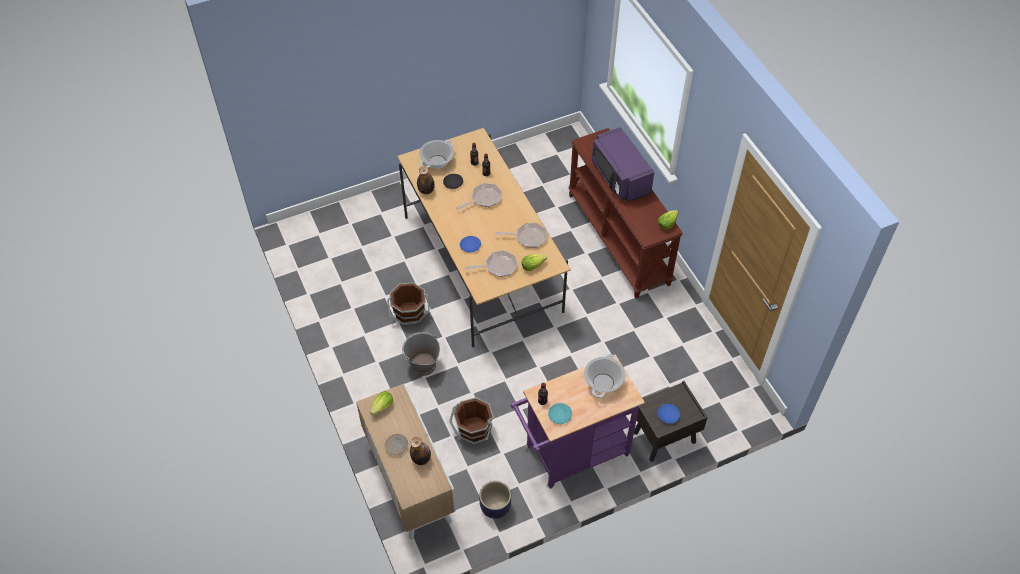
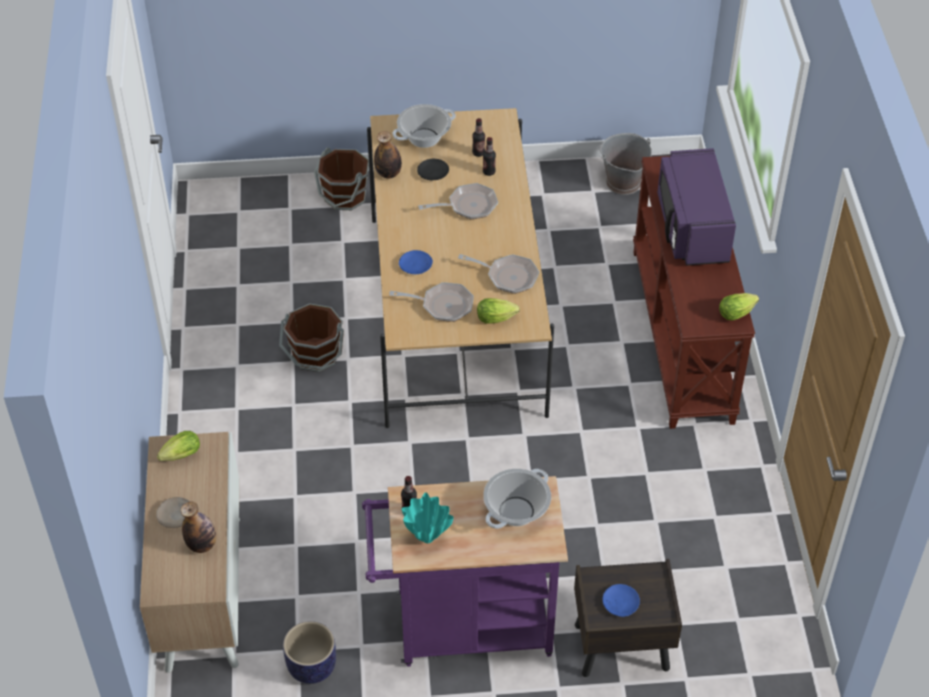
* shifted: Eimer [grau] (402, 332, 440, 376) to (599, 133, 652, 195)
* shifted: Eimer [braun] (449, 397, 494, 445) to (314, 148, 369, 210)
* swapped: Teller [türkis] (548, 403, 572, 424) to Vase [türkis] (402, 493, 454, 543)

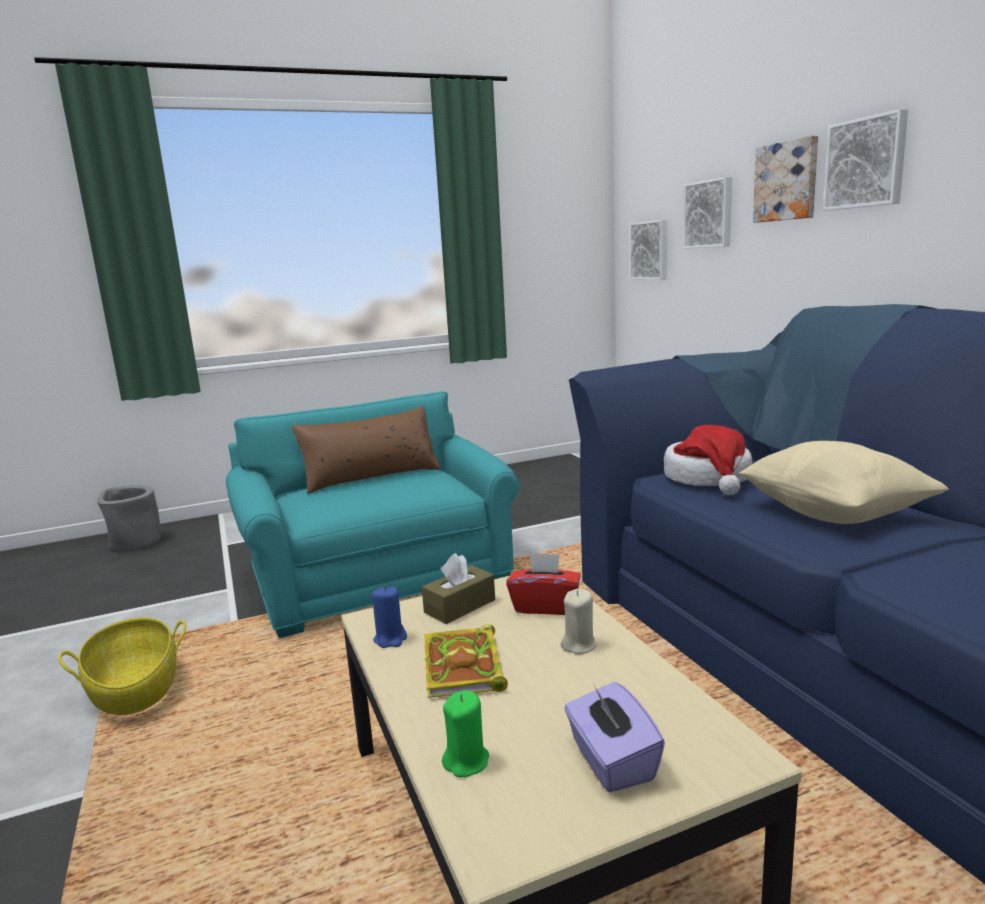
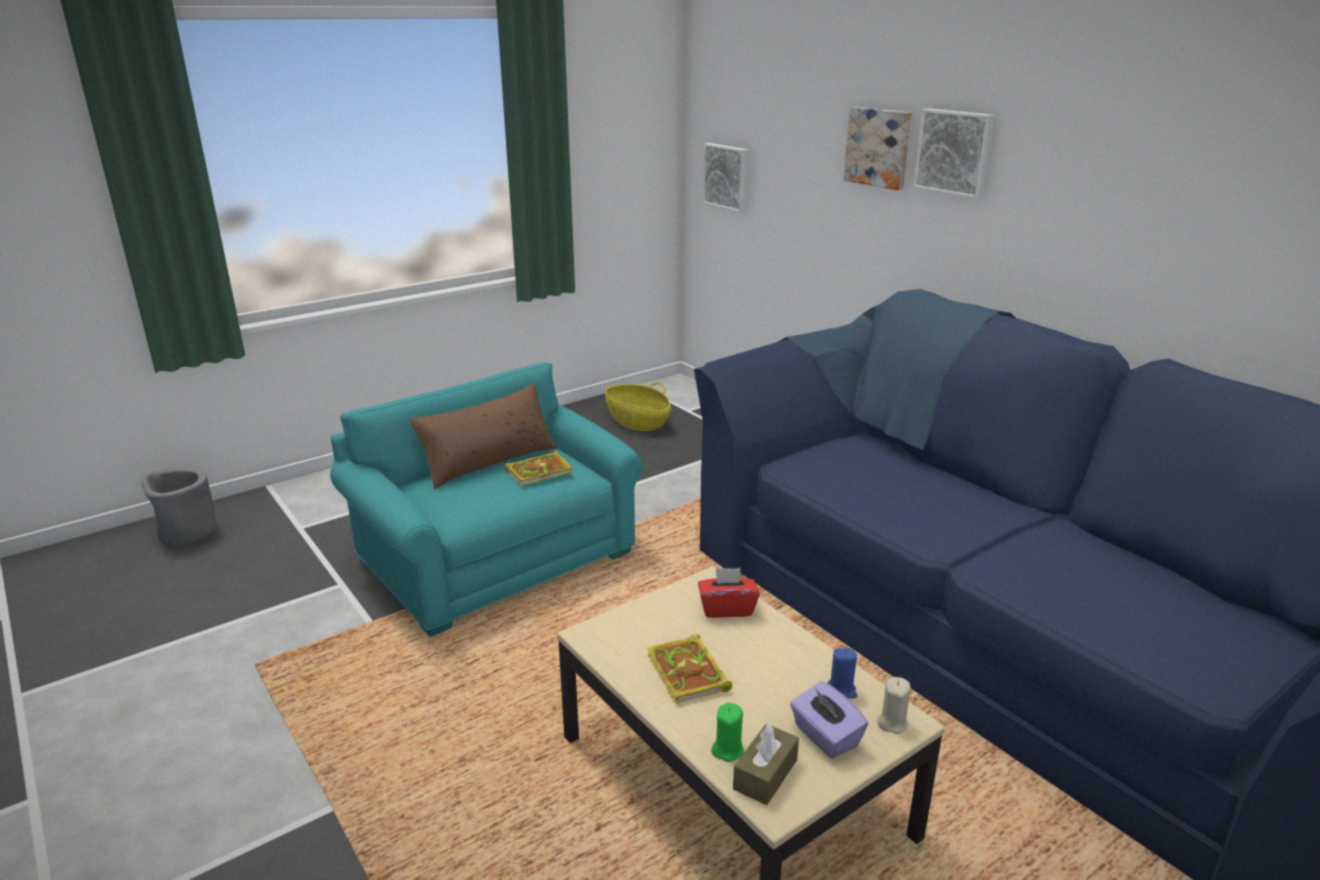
* gone: Hut (664, 425, 752, 495)
* gone: Bild (683, 177, 732, 249)
* gone: Kissen [beige] (739, 441, 949, 524)
* new: Buch (504, 450, 573, 486)
* shifted: Korb (59, 618, 186, 715) to (605, 382, 671, 431)
* shifted: Kerze [blau] (372, 586, 407, 648) to (827, 647, 857, 699)
* shifted: Taschentuchbox [braun] (422, 553, 495, 624) to (733, 723, 799, 805)
* shifted: Kerze [beige] (561, 589, 597, 654) to (877, 677, 911, 734)

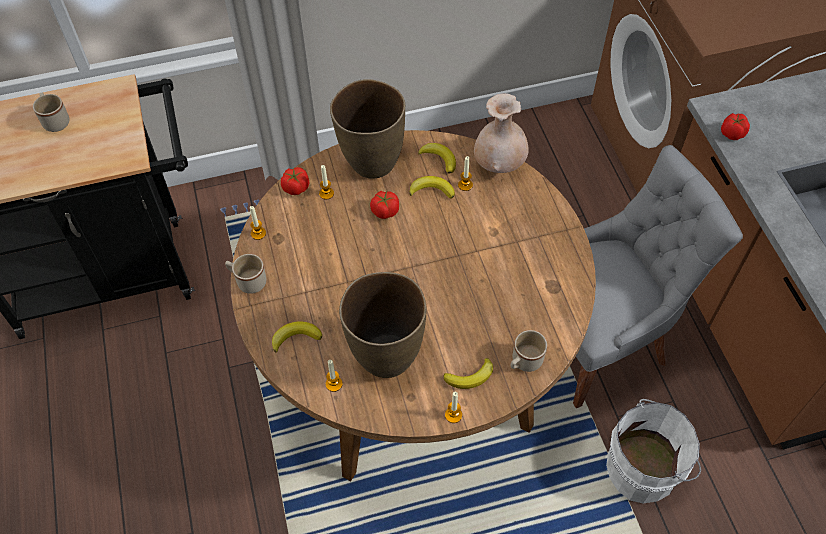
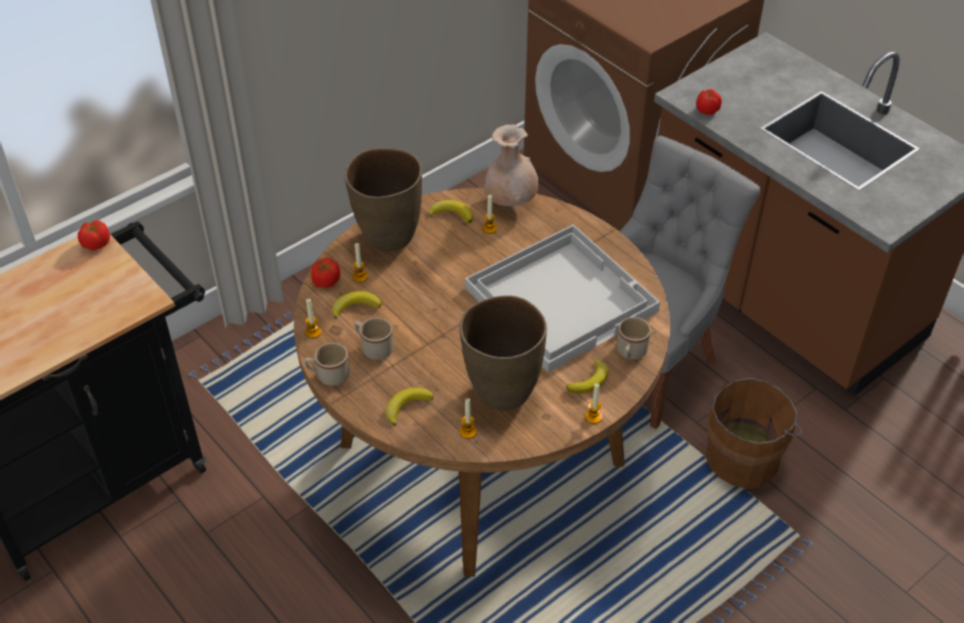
* new: Tablett [weiß] (465, 224, 660, 372)
* shifted: Henkelbecher [beige] (33, 93, 70, 132) to (355, 318, 393, 360)
* shifted: Tomate (370, 191, 399, 219) to (78, 220, 110, 250)
* shifted: Banane (409, 176, 455, 199) to (332, 291, 381, 319)
* repainted: Eimer [weiß] (606, 399, 701, 503) to Eimer [braun] (705, 378, 802, 489)

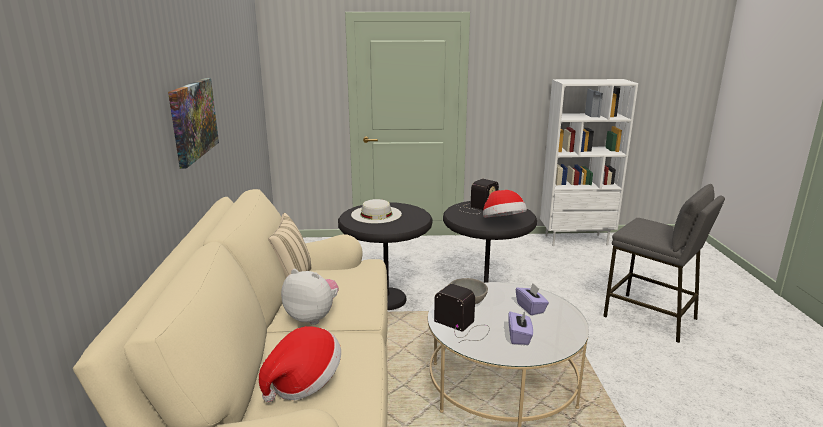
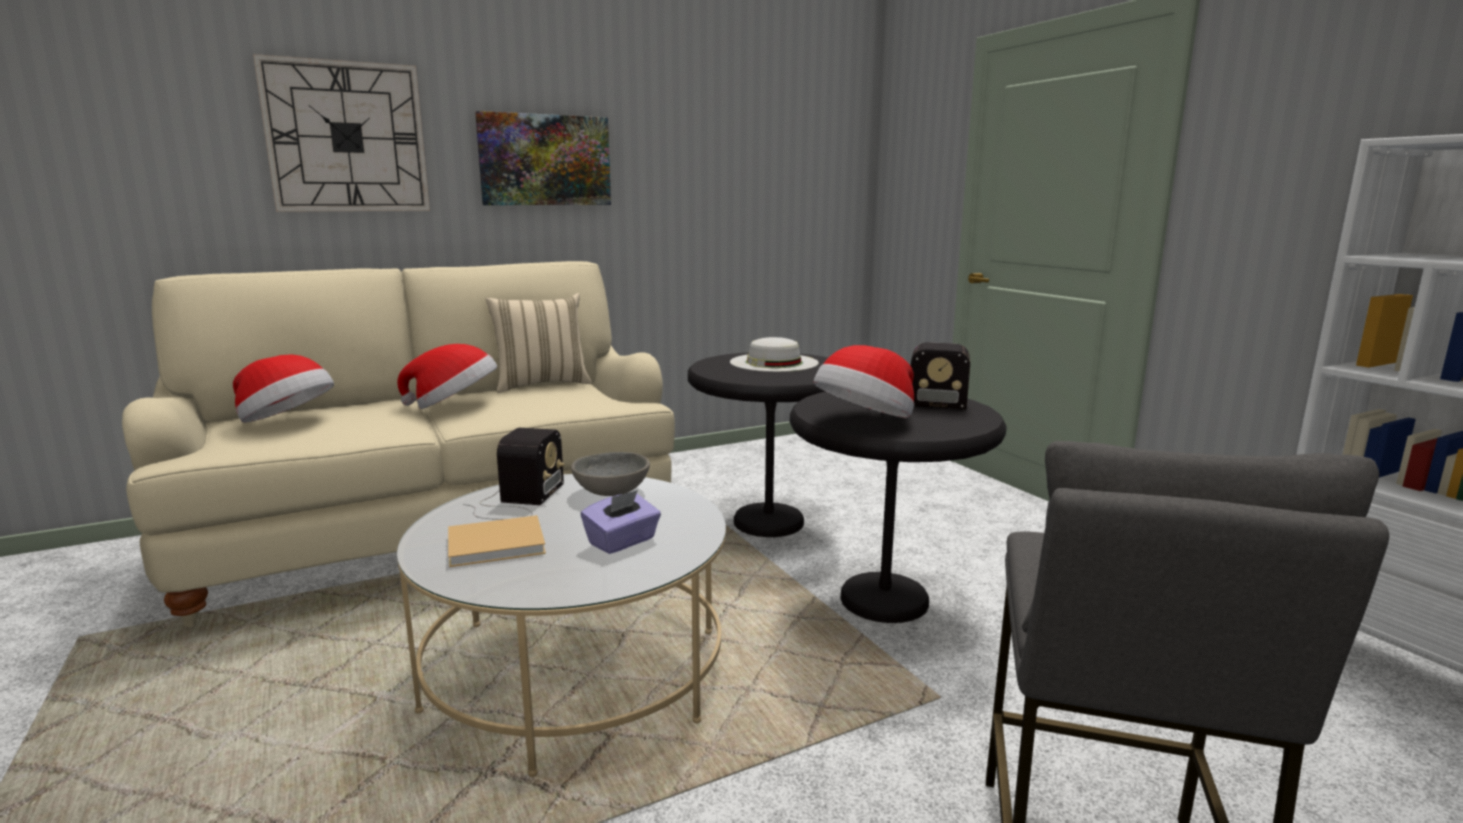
* new: Wanduhr (253, 54, 430, 212)
* swapped: Plüschtier (281, 269, 339, 325) to Hut (397, 344, 497, 409)
* swapped: Taschentuchbox [lila] (508, 311, 533, 345) to Buch [beige] (448, 515, 546, 567)

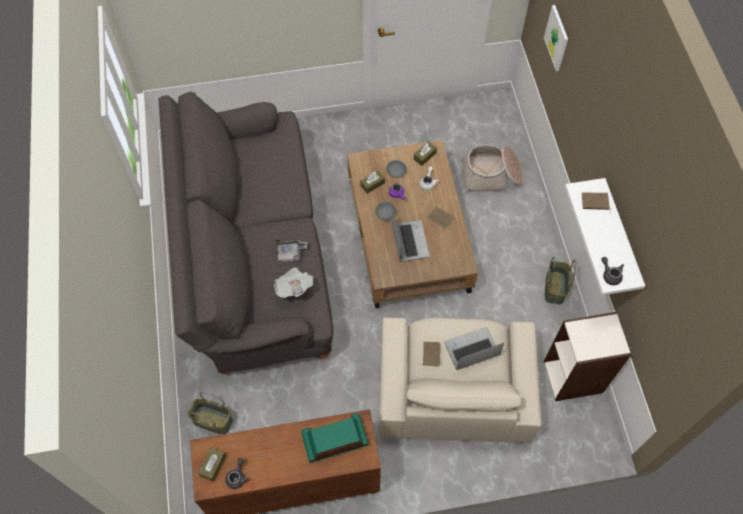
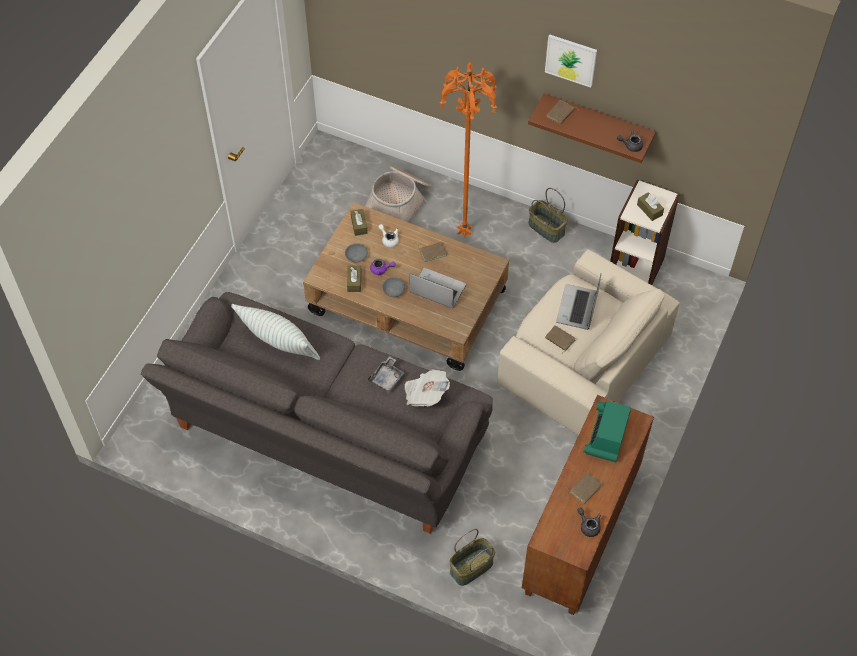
* new: Kissen (231, 304, 320, 360)
* new: Stehlampe [orange] (440, 63, 497, 237)
* new: Buch [braun] (566, 472, 602, 504)
* shifted: Taschentuchbox [braun] (198, 447, 226, 482) to (637, 192, 664, 221)
* shifted: Bild (544, 5, 568, 71) to (545, 34, 597, 88)
* repainted: Wandregal [weiß] (565, 178, 645, 295) to Wandregal [braun] (528, 94, 656, 163)

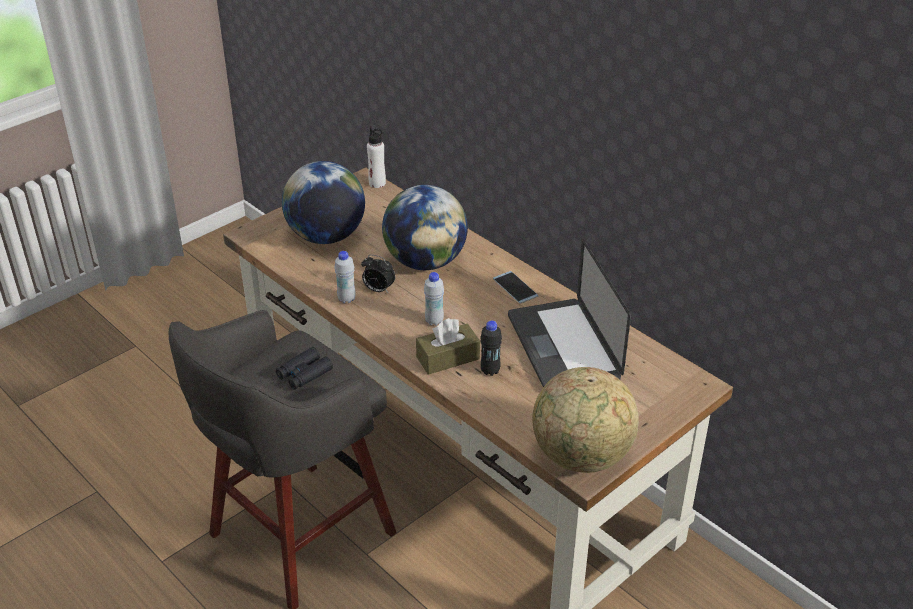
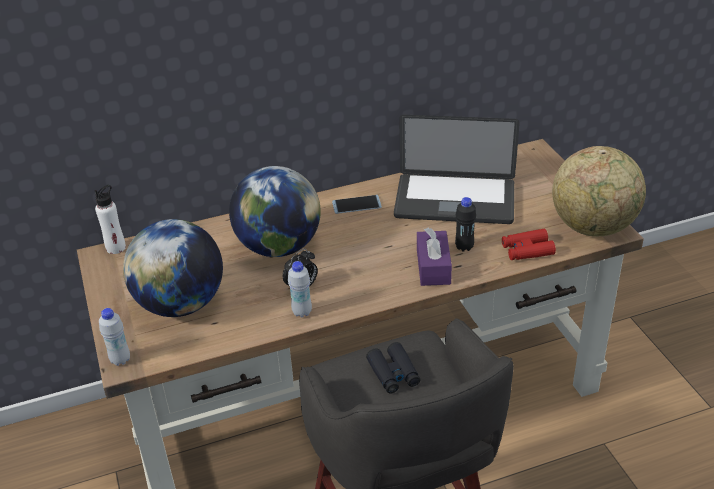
* new: Fernglas [rot] (502, 229, 556, 260)
* shifted: Flasche [weiß] (424, 272, 444, 326) to (99, 308, 130, 366)
* repainted: Taschentuchbox [braun] (416, 318, 480, 375) to Taschentuchbox [lila] (417, 227, 452, 286)

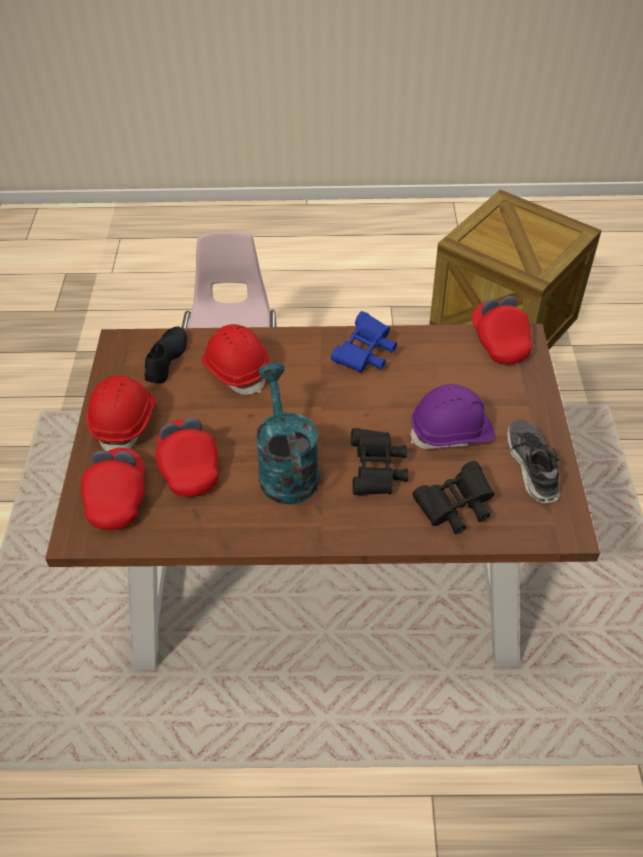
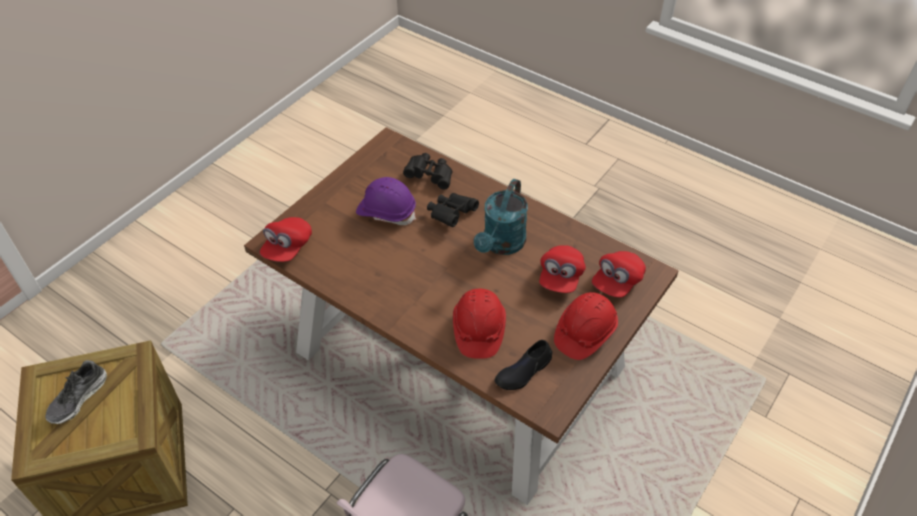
* gone: Fernglas [blau] (331, 311, 397, 373)
* shifted: Schuh (507, 419, 559, 503) to (45, 360, 107, 424)

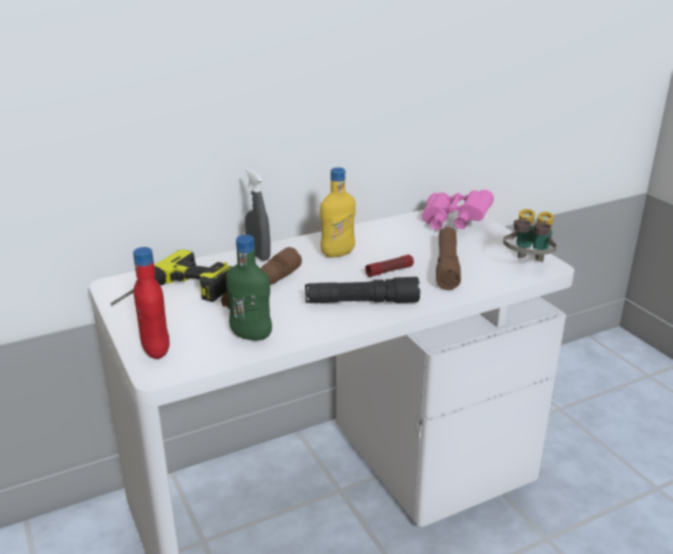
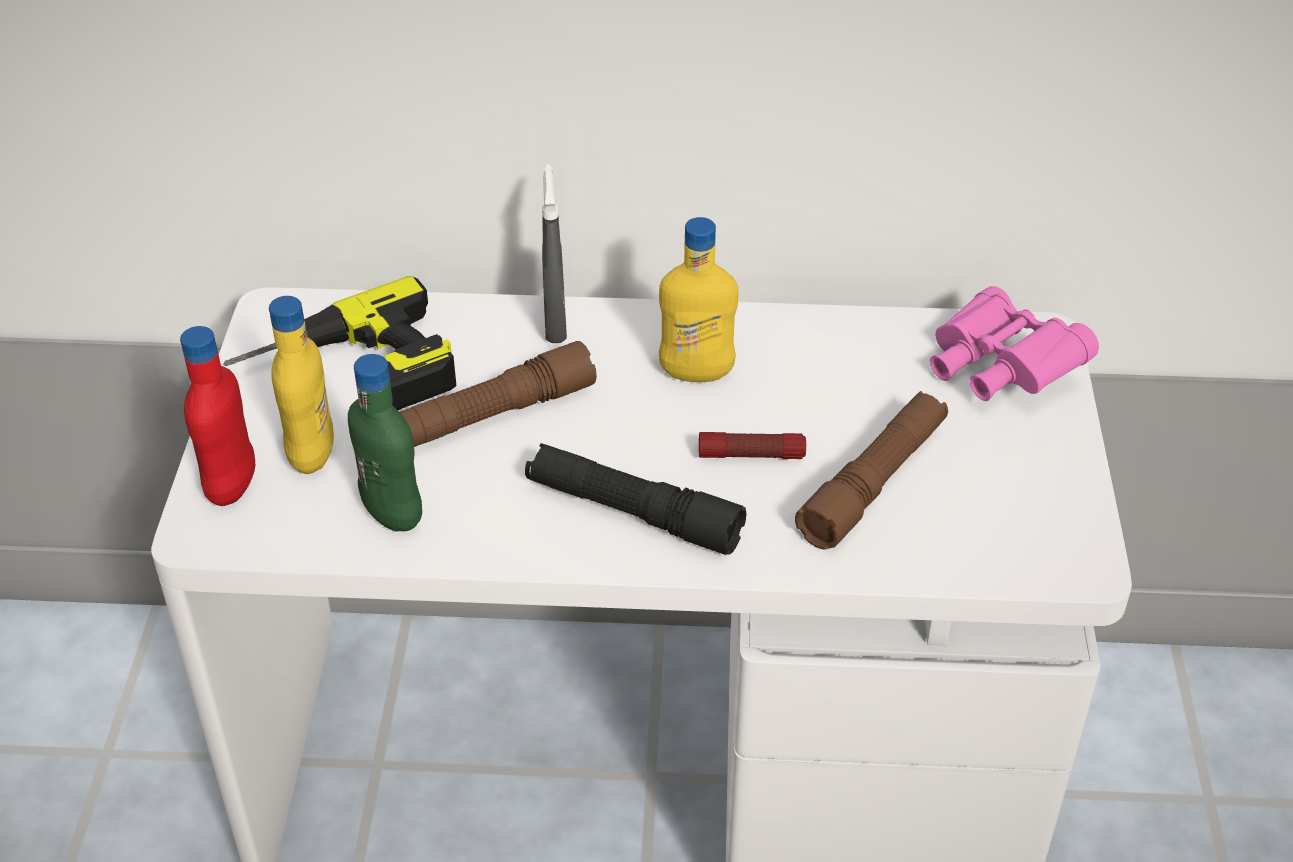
* gone: Fernglas (503, 209, 557, 262)
* new: Flasche [gelb] (269, 296, 334, 474)

